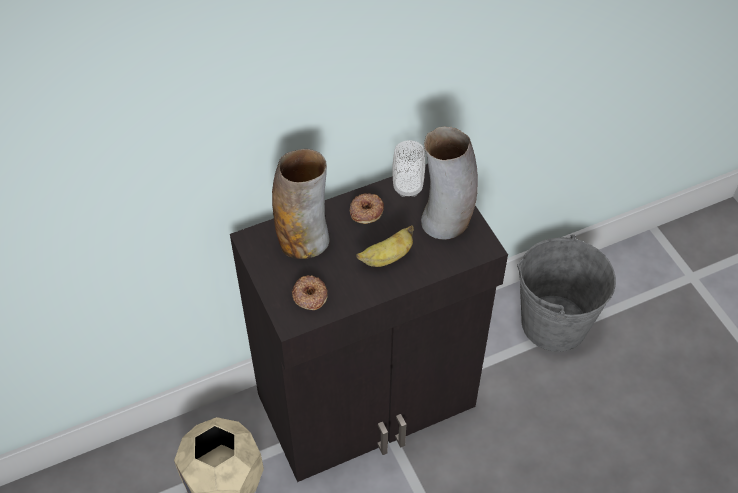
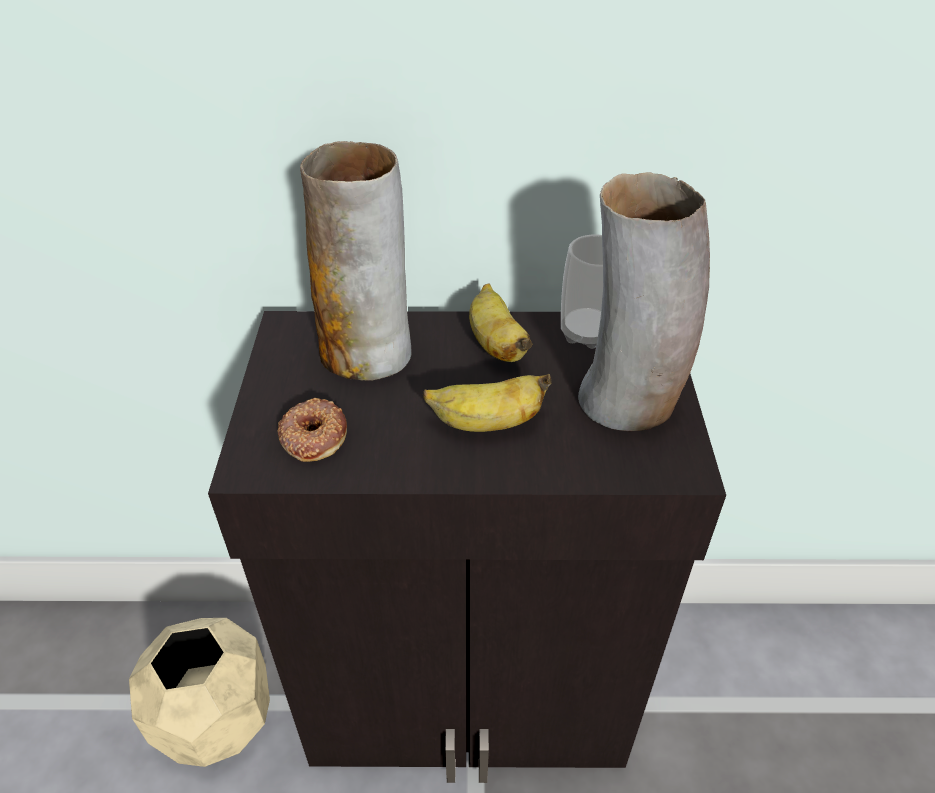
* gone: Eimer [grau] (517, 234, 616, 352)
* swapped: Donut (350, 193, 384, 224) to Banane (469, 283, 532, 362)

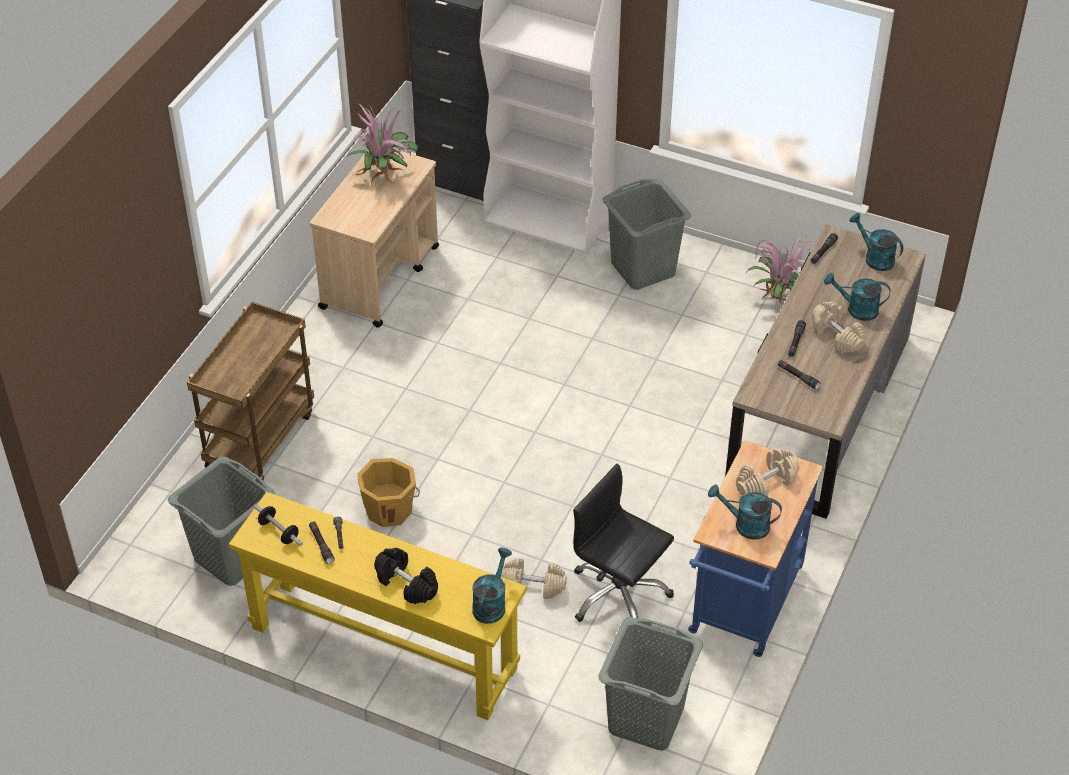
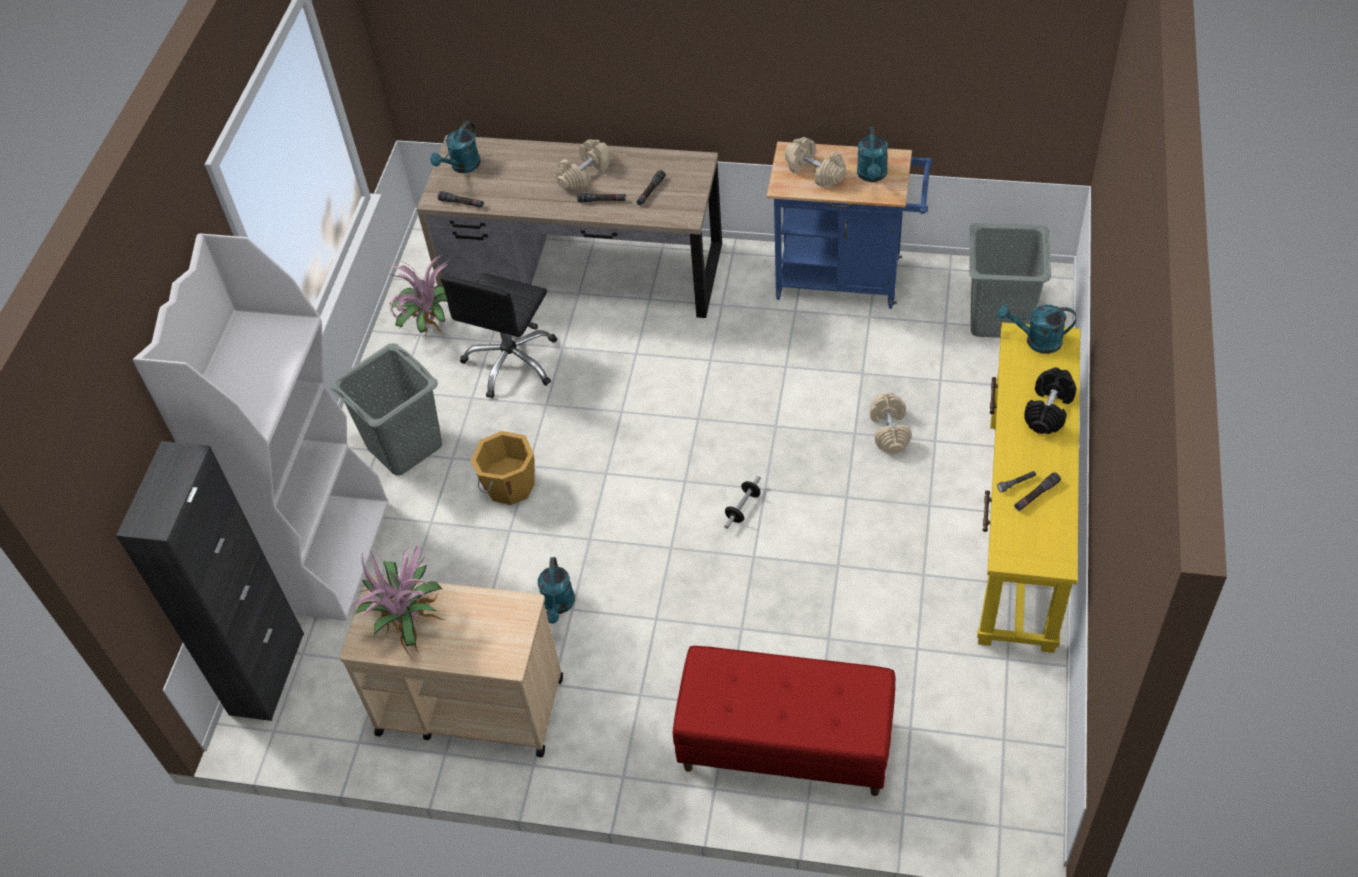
* gone: Wäschekorb [grau] (168, 456, 275, 586)
* shifted: Hantel (254, 504, 303, 546) to (724, 476, 761, 529)
* shifted: Eimer [orange] (357, 458, 420, 527) to (471, 431, 535, 505)
* shifted: Bürostuhl [schwarz] (573, 464, 674, 622) to (440, 273, 557, 399)
* shifted: Gießkanne [türkis] (824, 273, 890, 321) to (538, 557, 575, 624)
* swapped: Rollwagen [braun] (187, 302, 314, 480) to Bank [rot] (673, 646, 895, 796)

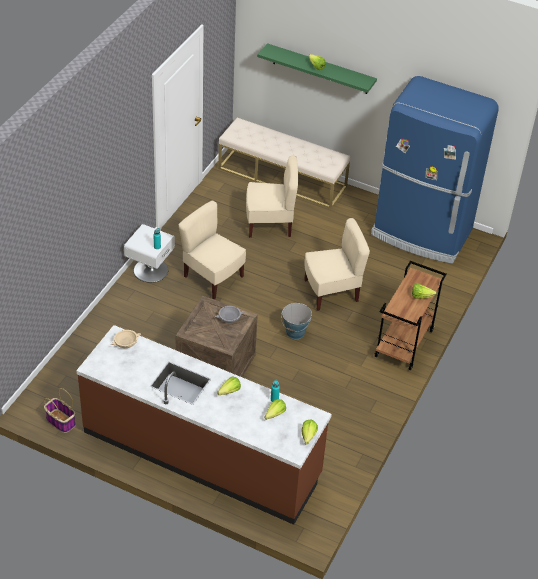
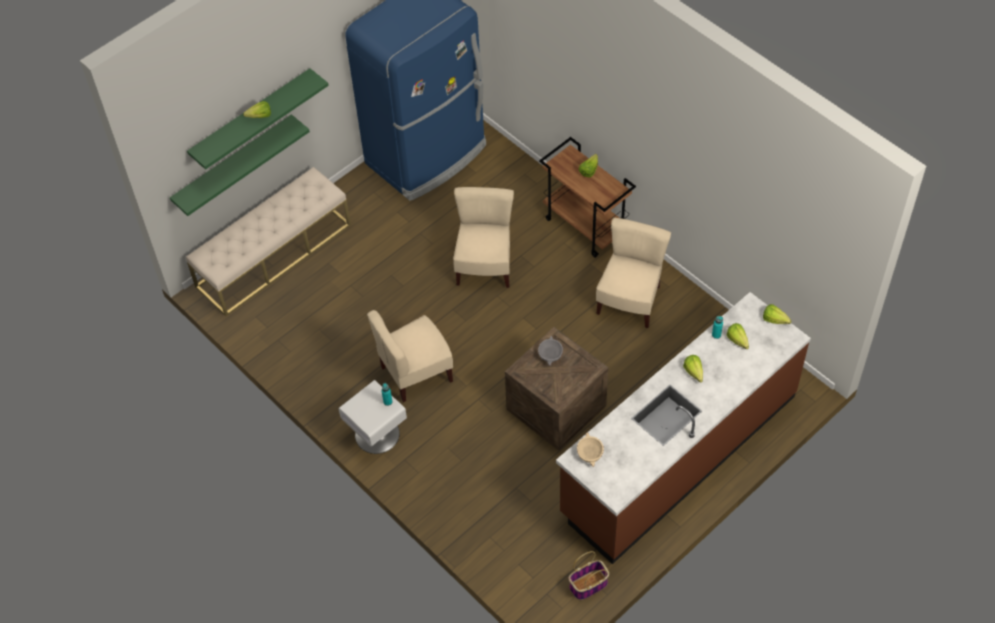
* gone: Eimer (281, 303, 312, 339)
* new: Wandregal [grün] (170, 114, 310, 216)
* shifted: Stuhl [beige] (246, 156, 298, 238) to (596, 218, 671, 328)

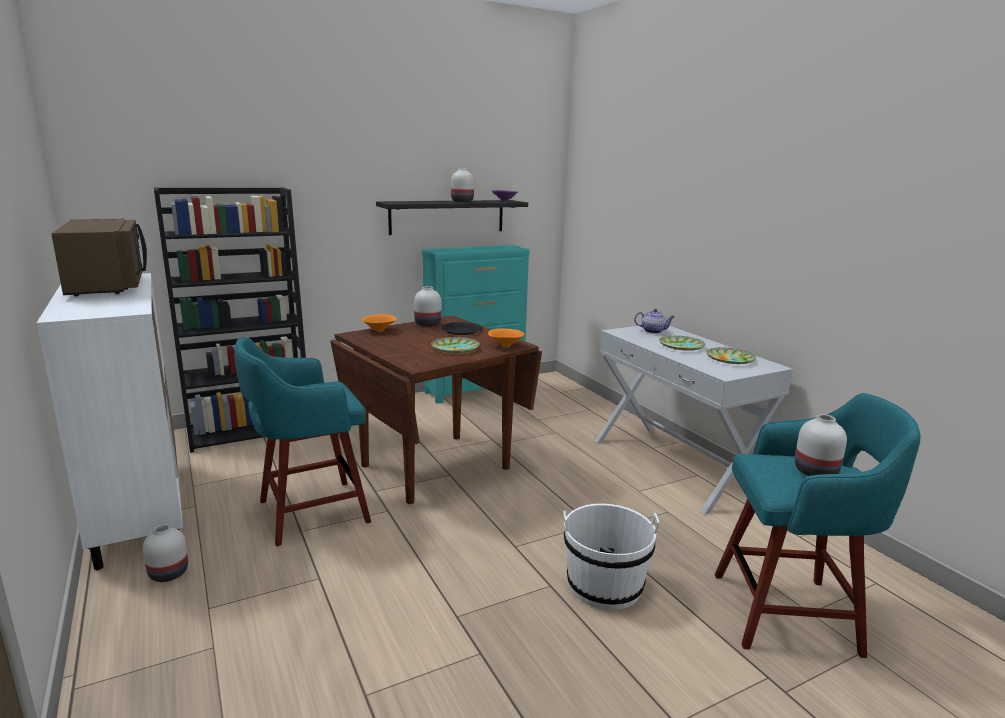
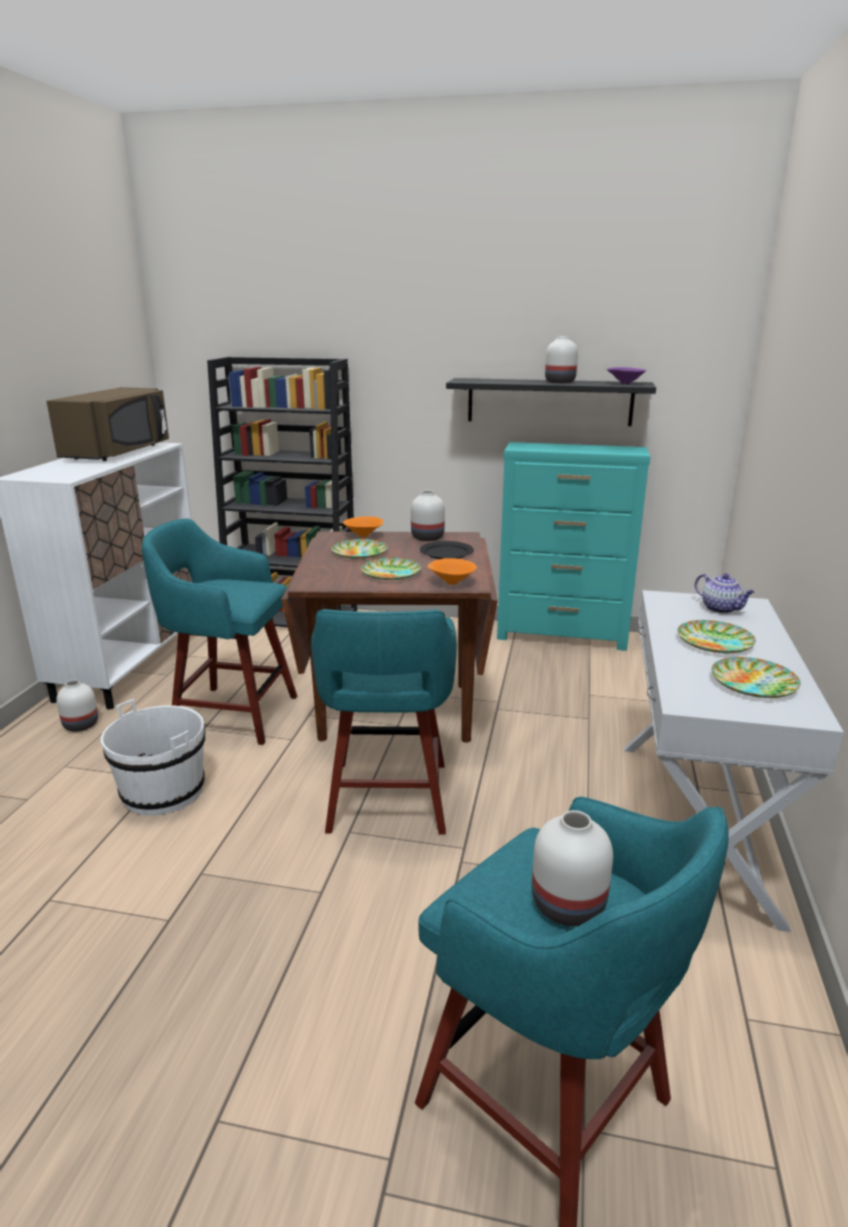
* new: Hocker [türkis] (311, 609, 457, 834)
* new: Teller (331, 539, 388, 559)
* shifted: Eimer [weiß] (564, 504, 659, 610) to (101, 699, 205, 815)

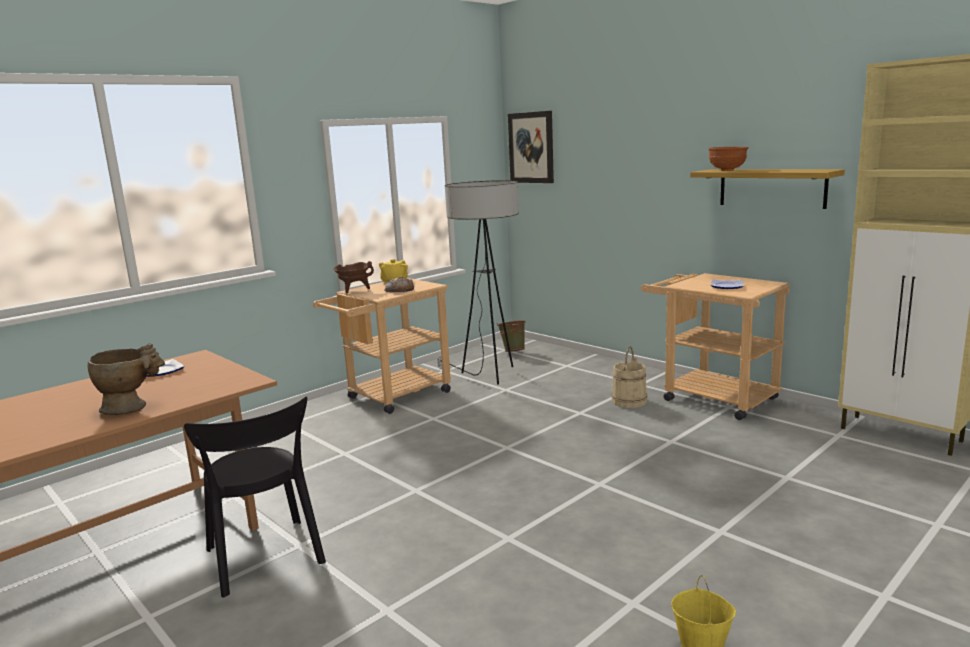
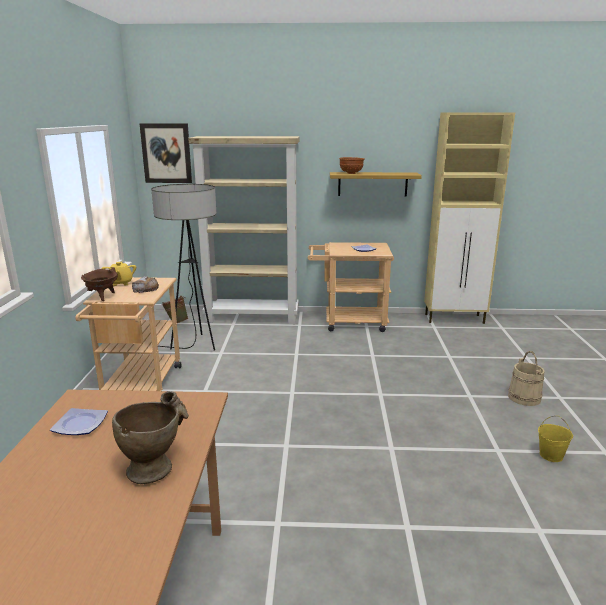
* gone: Stuhl [schwarz] (184, 396, 326, 597)
* new: Bücherregal [beige] (188, 136, 299, 324)
* shifted: Eimer [beige] (611, 346, 647, 408) to (508, 351, 545, 406)

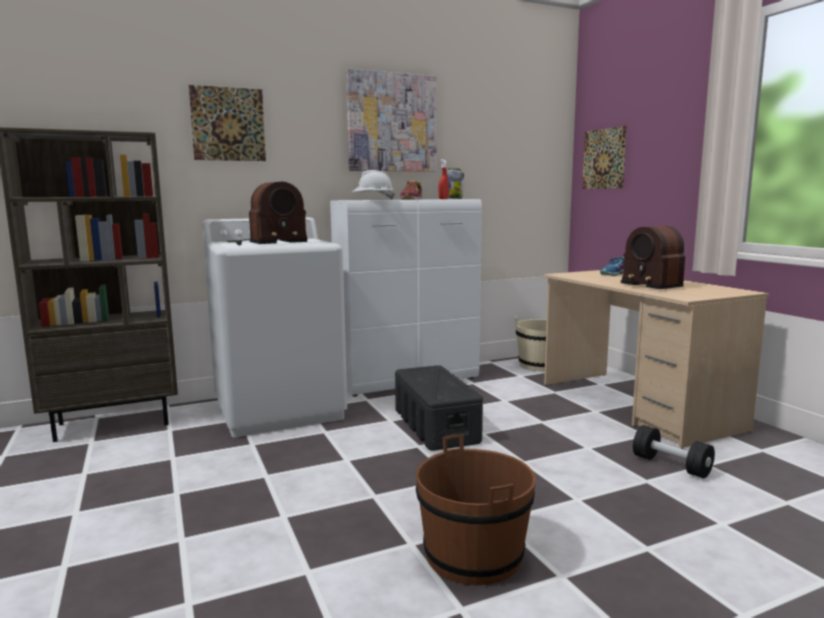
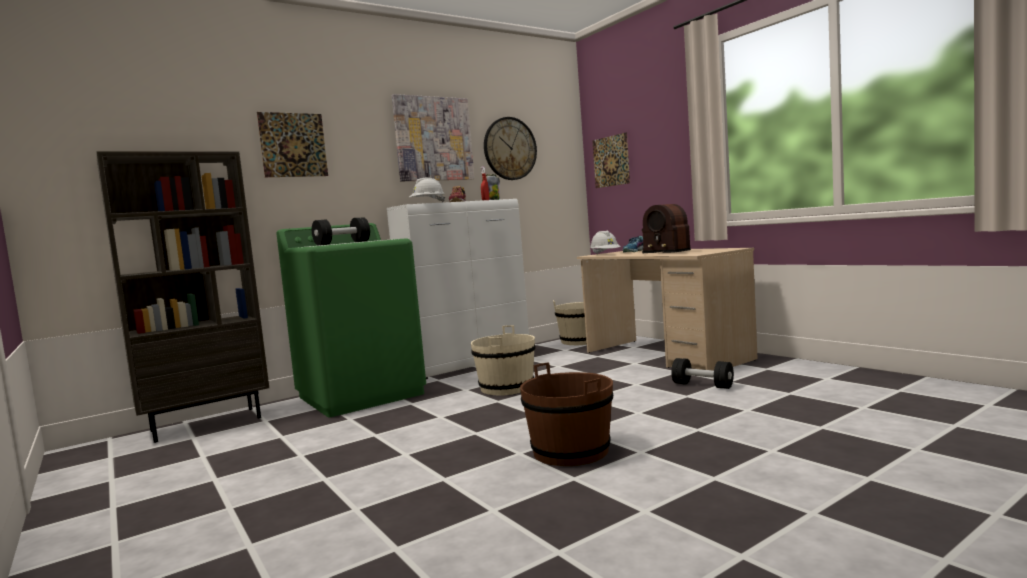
* new: Wanduhr (484, 117, 537, 180)
* new: Schutzhelm [weiß] (590, 231, 621, 254)
* swapped: Radio (227, 182, 308, 245) to Hantel [schwarz] (312, 217, 370, 245)
* swapped: Aufbewahrungsbox [schwarz] (395, 365, 483, 451) to Eimer [beige] (471, 325, 536, 396)
* repainted: Waschmaschine [weiß] (203, 217, 347, 438) to Waschmaschine [grün] (276, 223, 426, 417)

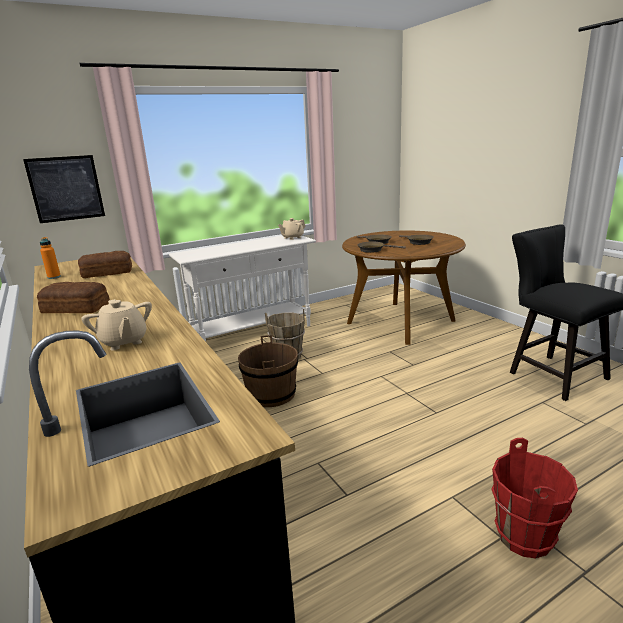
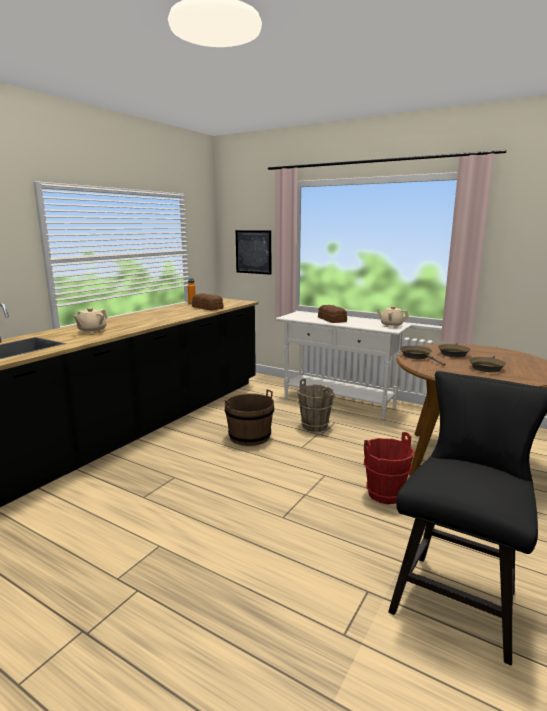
* shifted: Brot (37, 282, 110, 313) to (318, 305, 347, 323)
* shifted: Eimer [rot] (491, 438, 578, 558) to (364, 432, 415, 504)

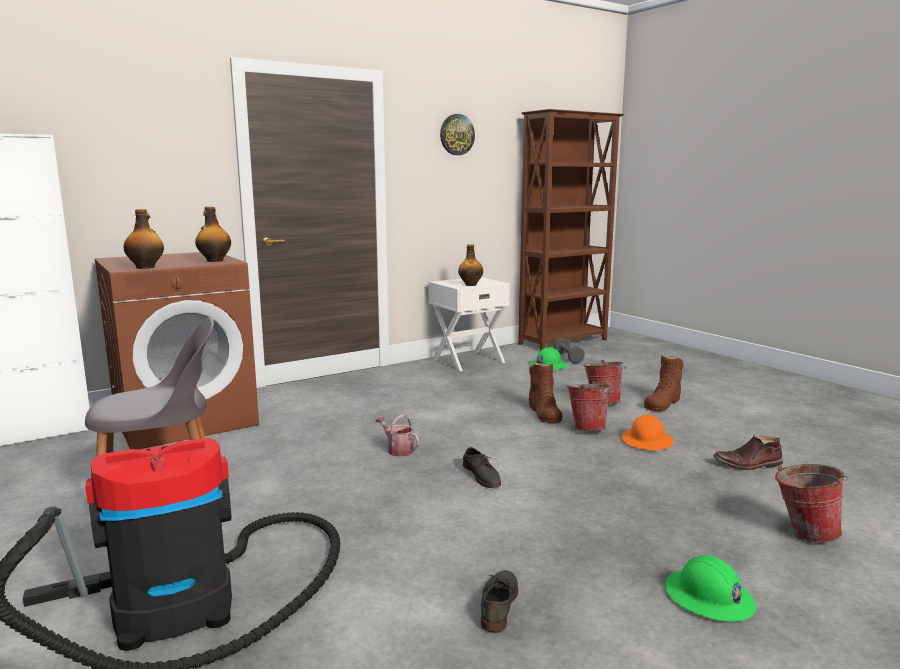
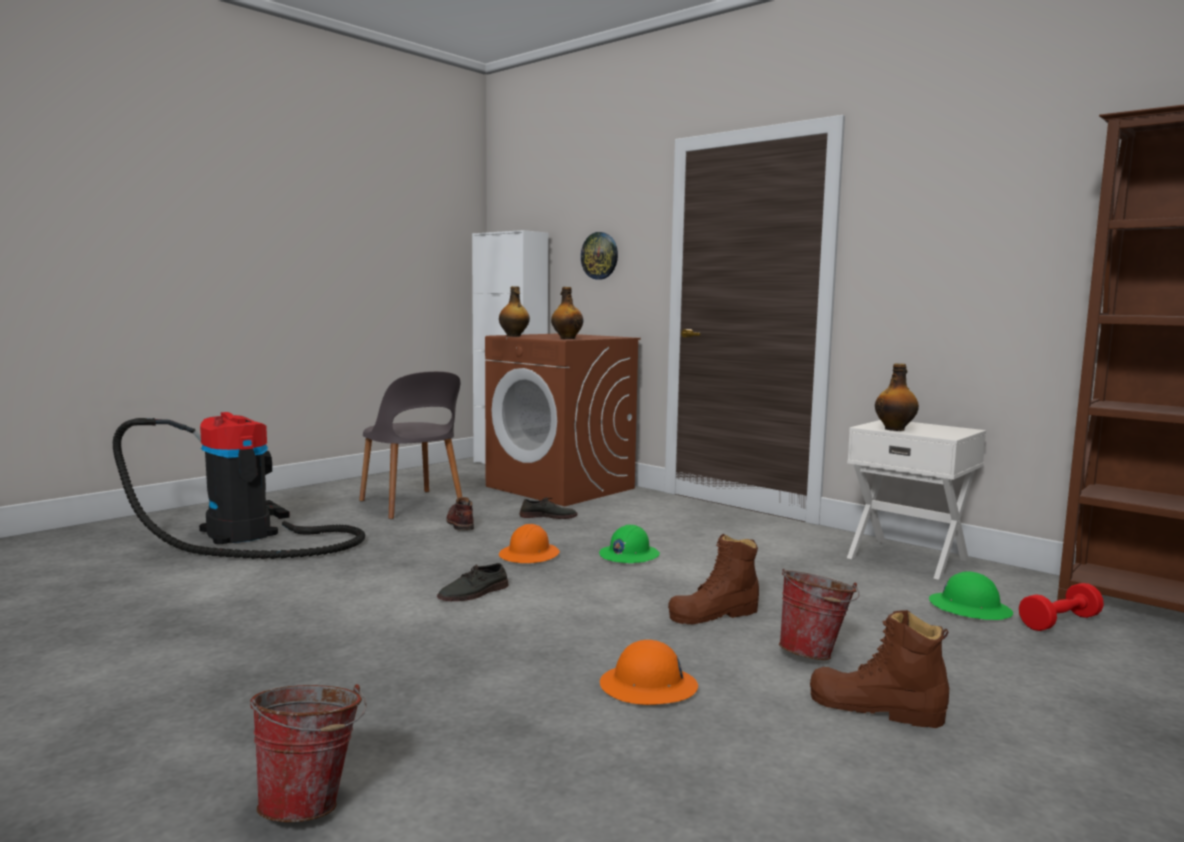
* gone: Eimer (567, 381, 614, 431)
* shifted: Wanduhr (440, 114, 475, 155) to (581, 232, 618, 280)
* shifted: Schuh [grau] (481, 570, 518, 633) to (519, 497, 577, 519)
* shifted: Schutzhelm [grün] (665, 555, 756, 622) to (599, 525, 660, 563)
* shifted: Stiefel [braun] (713, 435, 783, 470) to (446, 497, 474, 531)
* swapped: Gießkanne (375, 415, 419, 457) to Schutzhelm [orange] (499, 524, 560, 563)
* repainted: Hantel [grau] (554, 338, 585, 363) to Hantel [rot] (1019, 583, 1104, 631)

